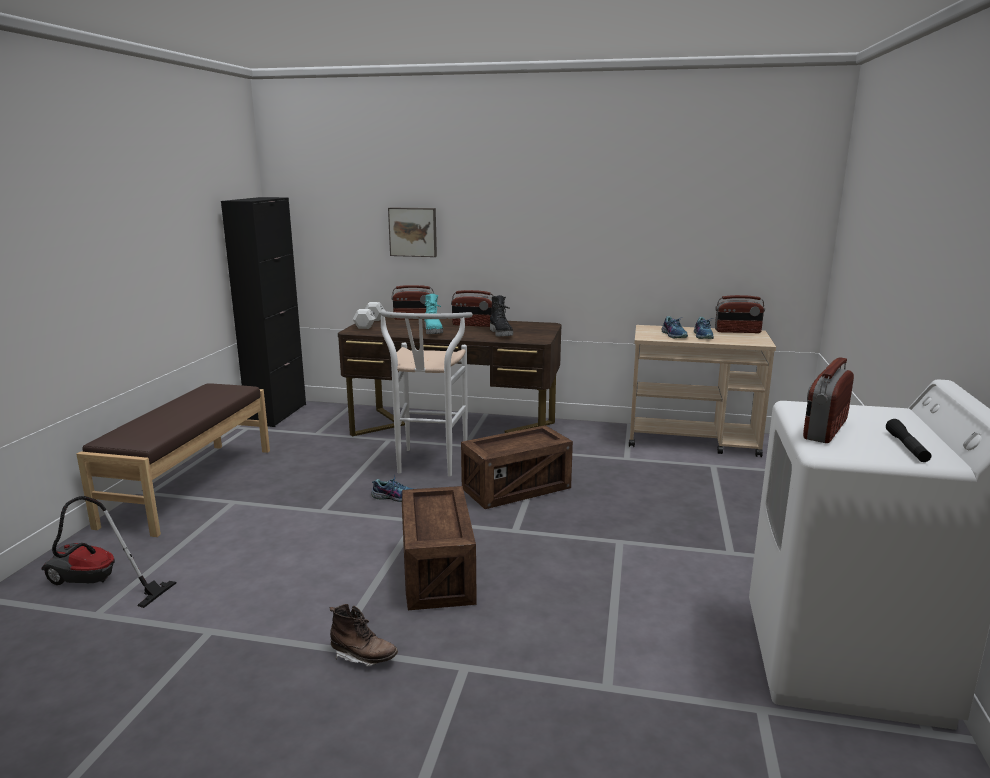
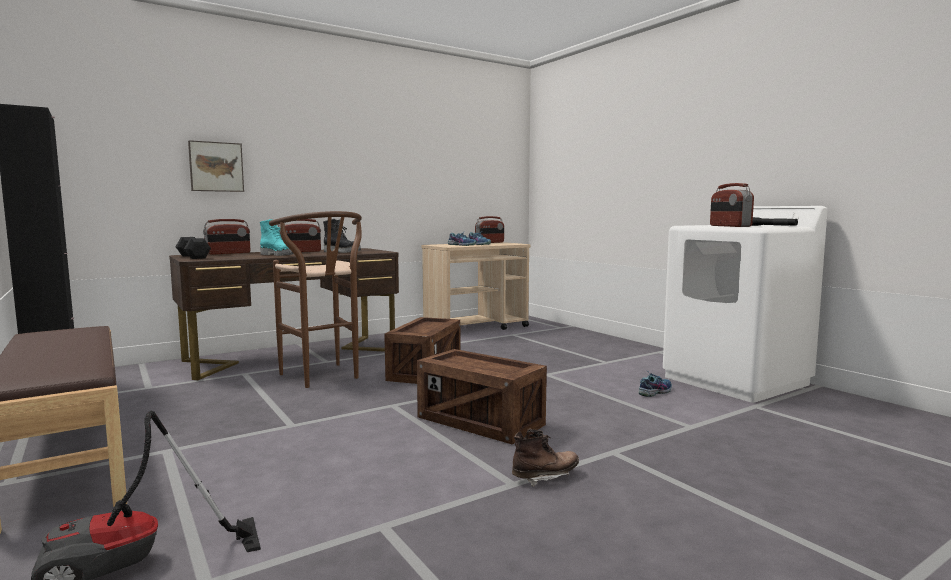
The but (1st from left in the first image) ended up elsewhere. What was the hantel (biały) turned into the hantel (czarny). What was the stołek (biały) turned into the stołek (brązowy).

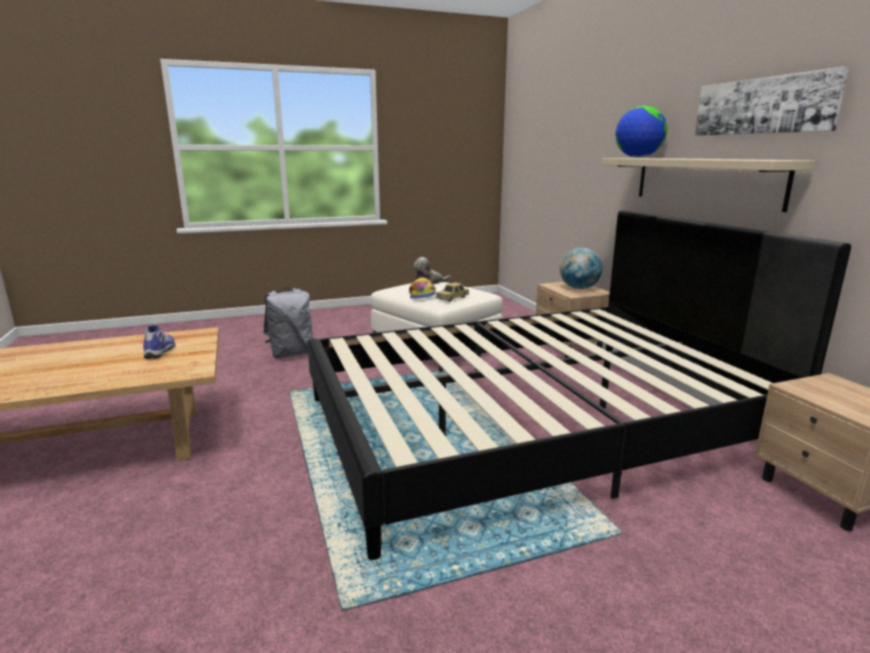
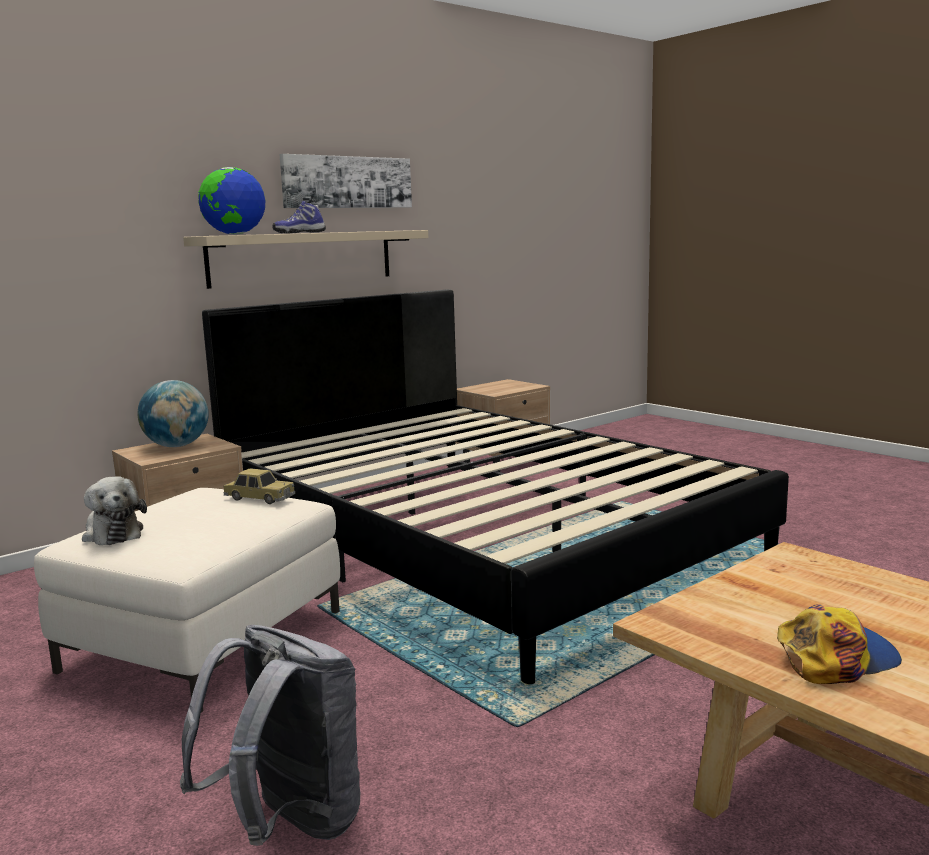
The but ended up elsewhere. The czapka z daszkiem ended up elsewhere.

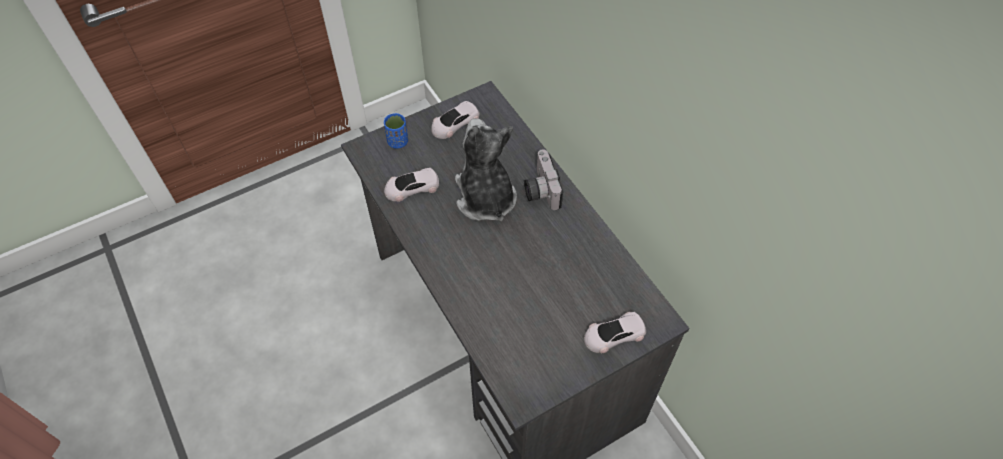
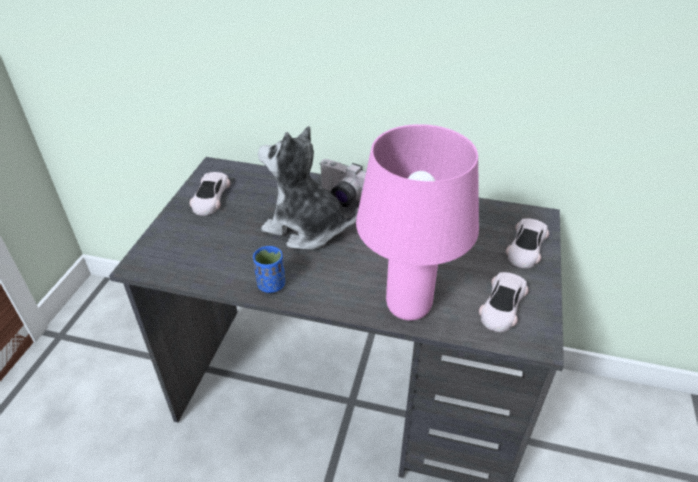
The second view gained the lampa stołowa (różowy). The filiżanka (niebieski) ended up elsewhere. The samochodzik (biały) (1st from left in the first image) ended up elsewhere.

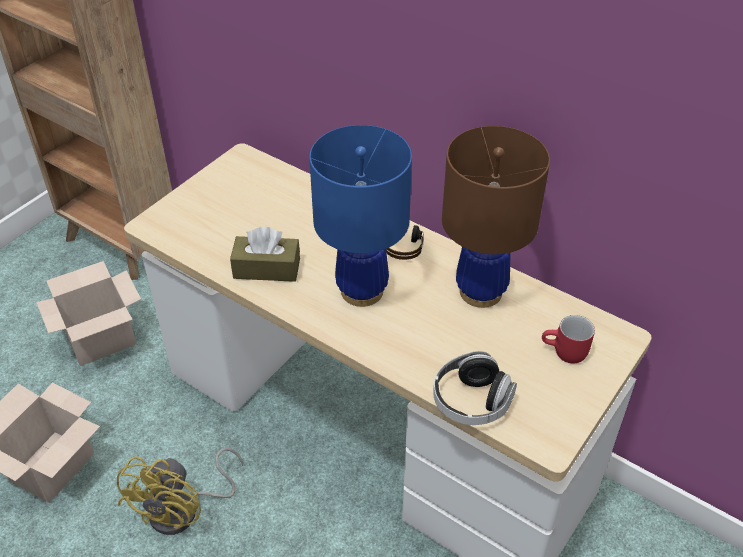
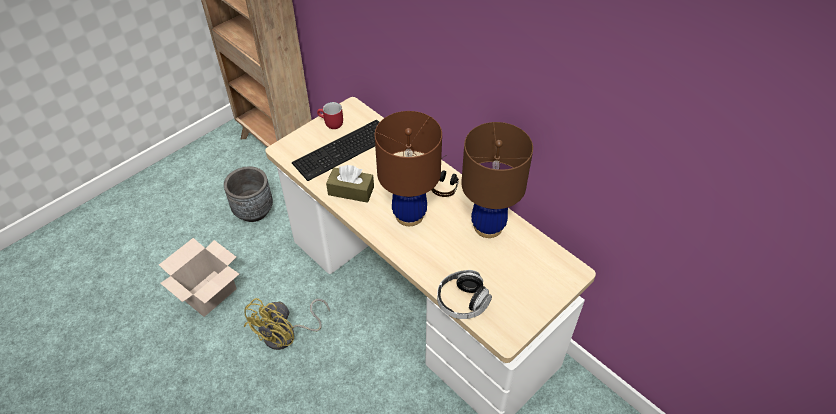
The second view gained the klawiatura. The kubek (czerwony) ended up elsewhere. Where the karton (2nd from left) stood, the donica (szary) came to stand. What was the lampa stołowa (niebieski) turned into the lampa stołowa (brązowy) (1st from left).

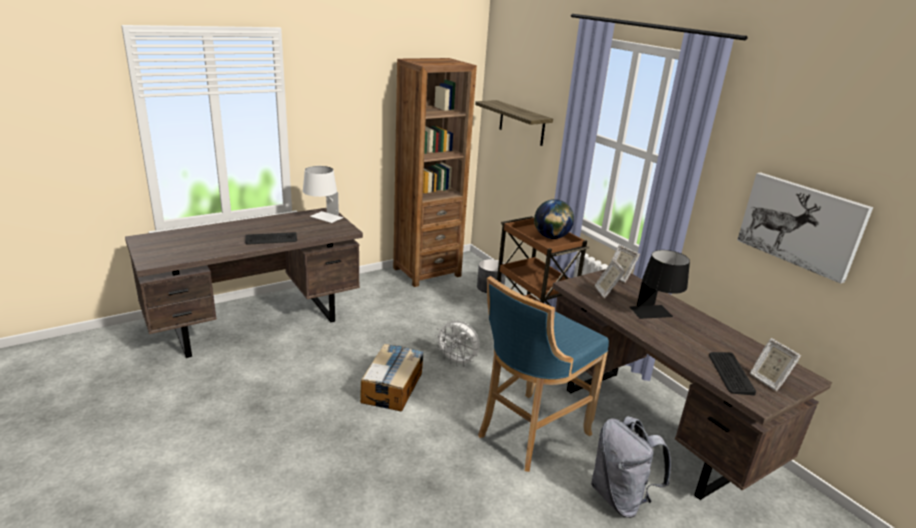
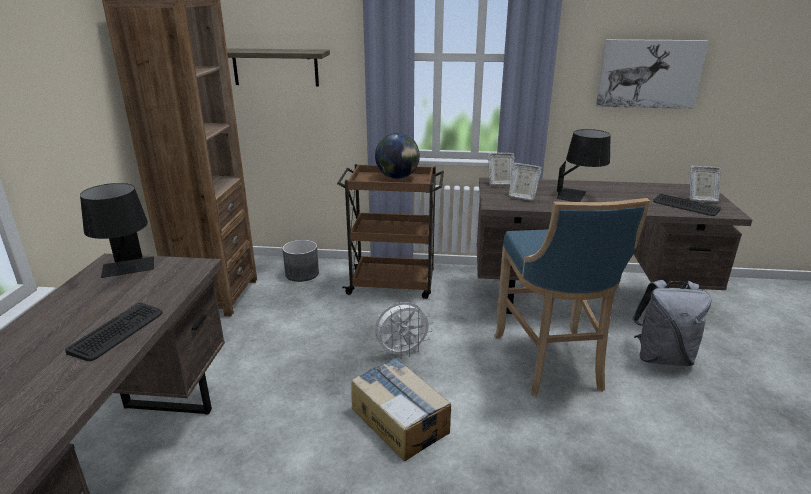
What was the lampa stołowa (biały) turned into the lampa stołowa (czarny) (1st from left).

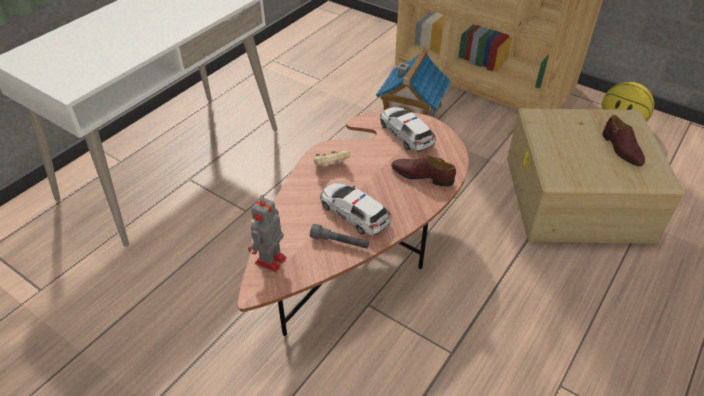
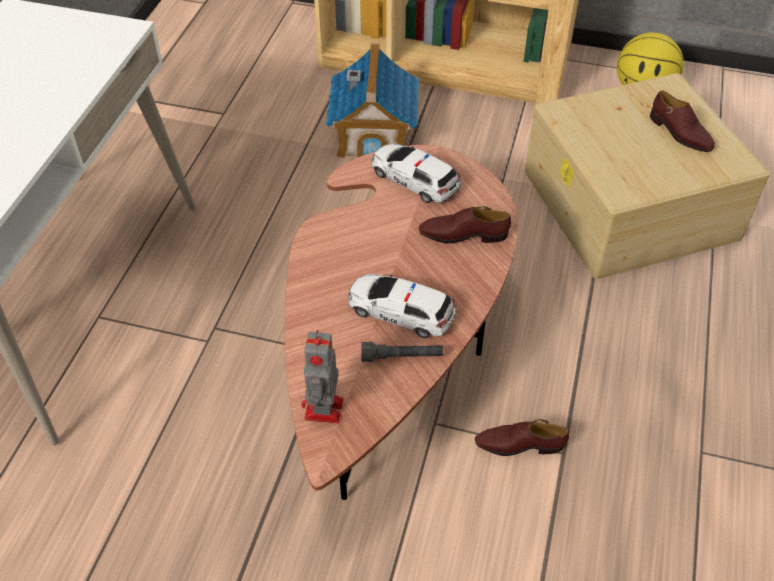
The second view lost the pad do gier (beżowy). The second view gained the but (brązowy) (2nd from left).

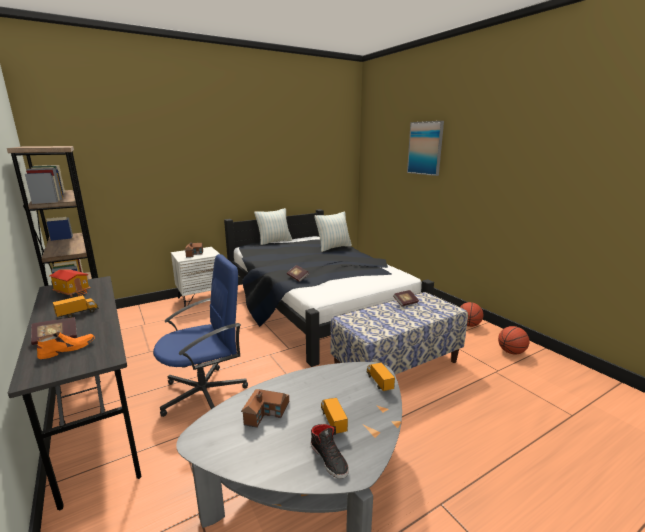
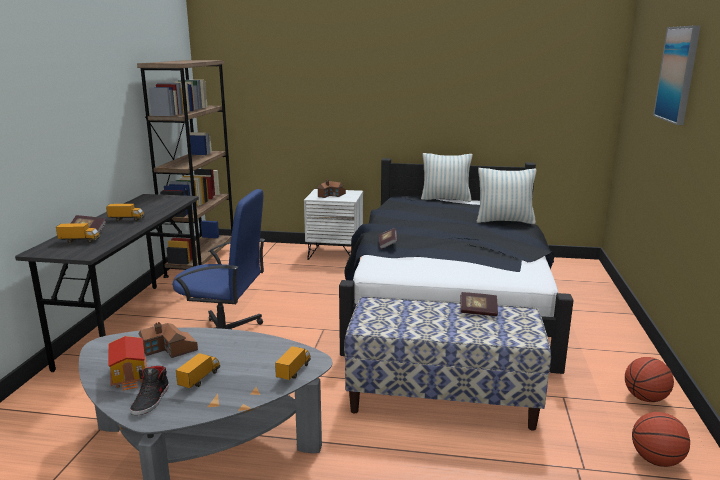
The domek (1st from left) ended up elsewhere. Where the but (pomarańczowy) stood, the ciężarówka zabawkowa (1st from left) came to stand.

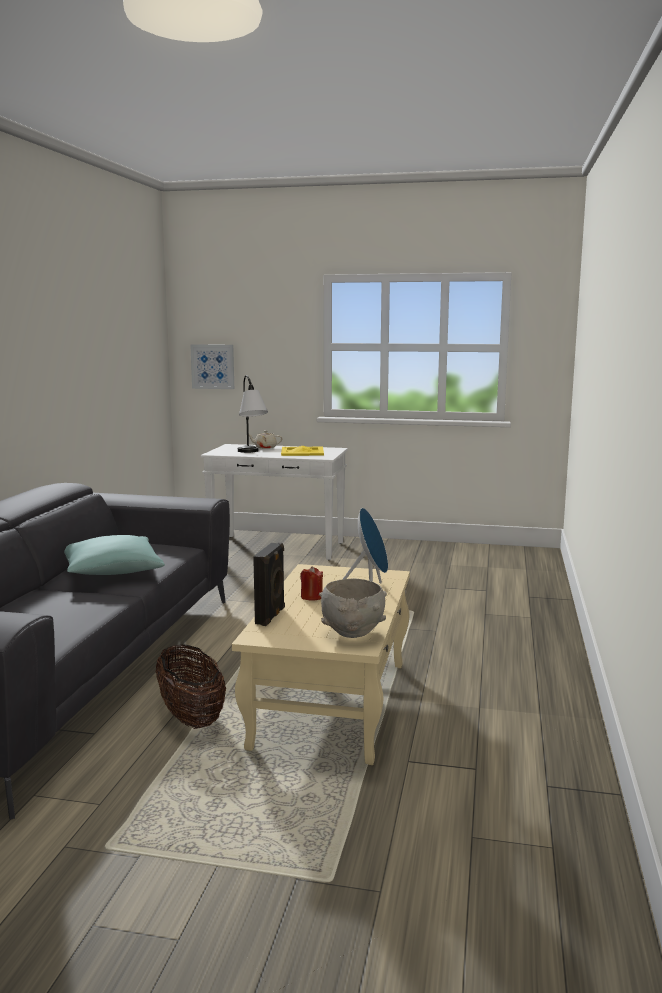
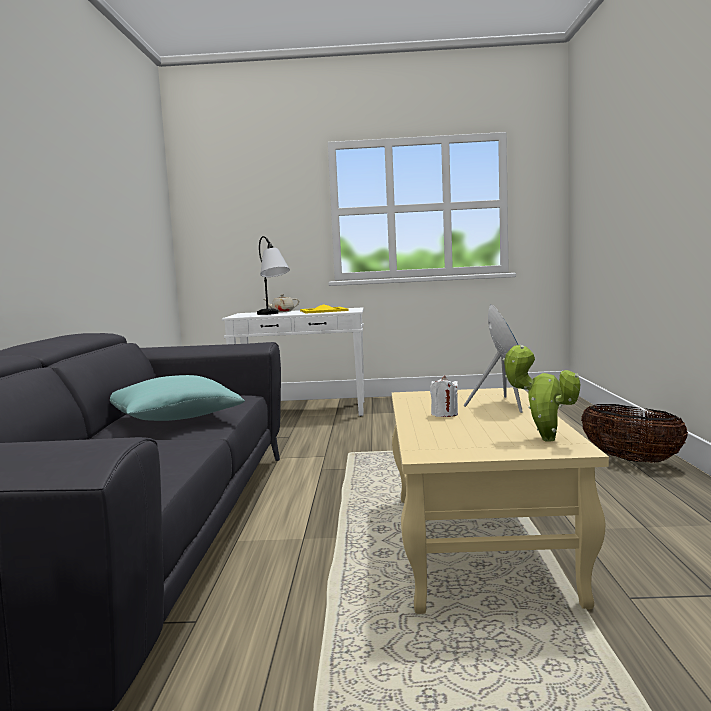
The second view lost the obraz. The second view lost the głośnik (czarny). The koszyk ended up elsewhere. Where the miska (szary) stood, the roślina doniczkowa came to stand. What was the świeca (czerwony) turned into the świeca (biały).

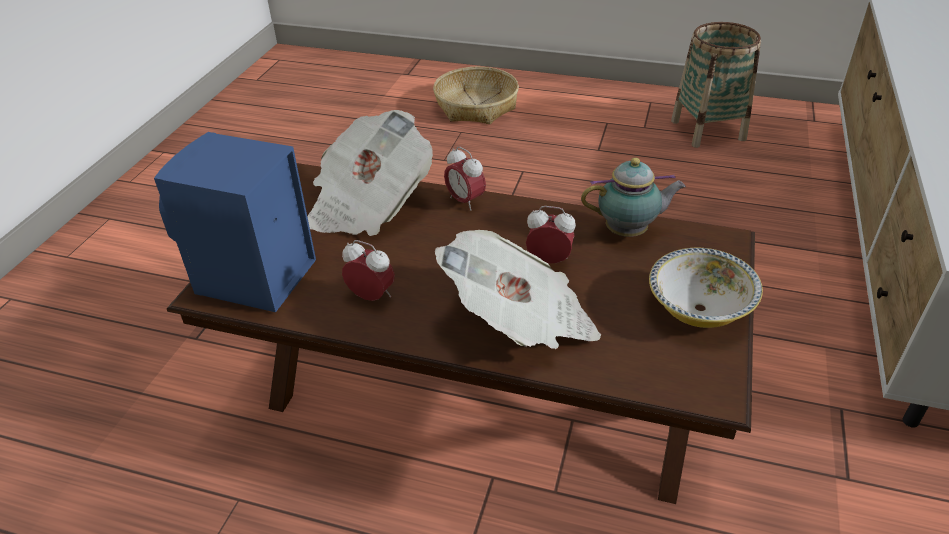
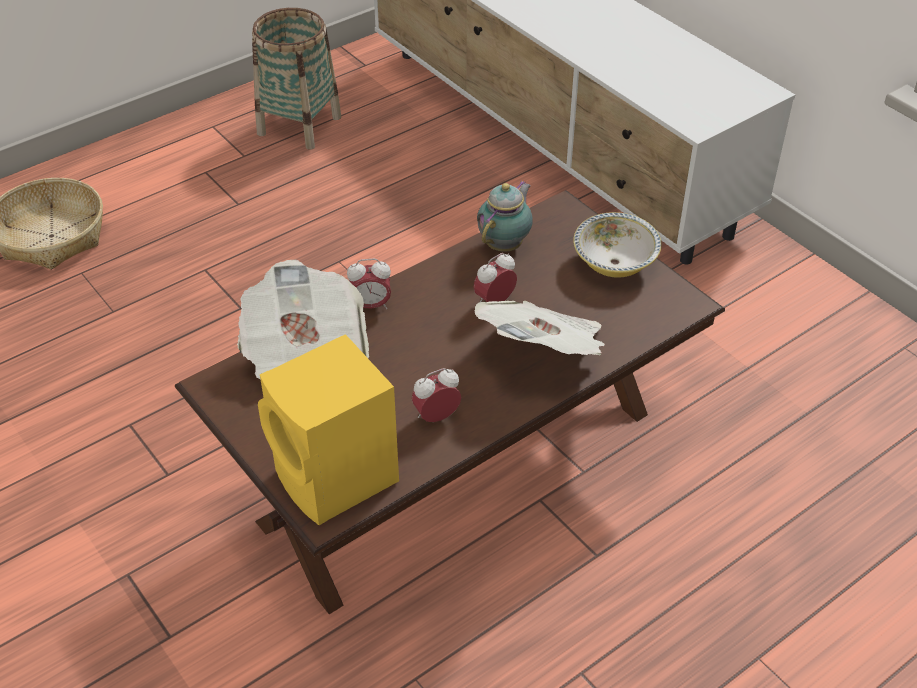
What was the głośnik (niebieski) turned into the głośnik (żółty).

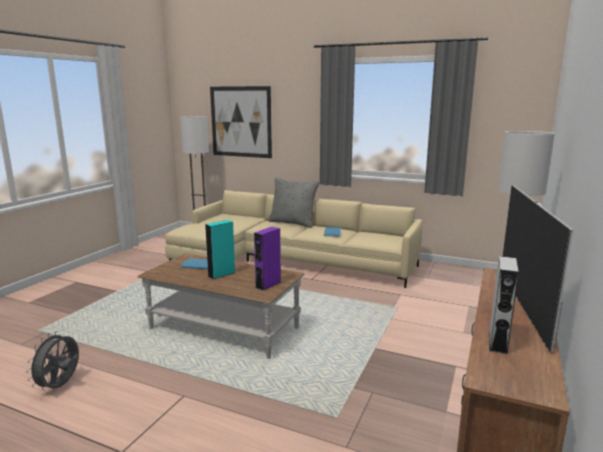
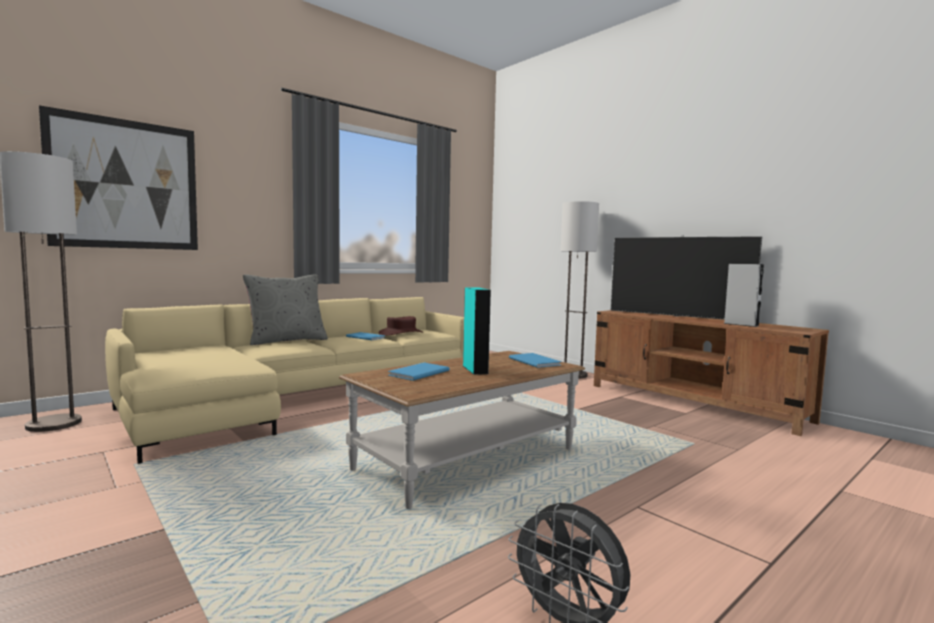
The second view gained the kapelusz (brązowy). Where the głośnik (fioletowy) stood, the książka (niebieski) (3rd from left) came to stand.

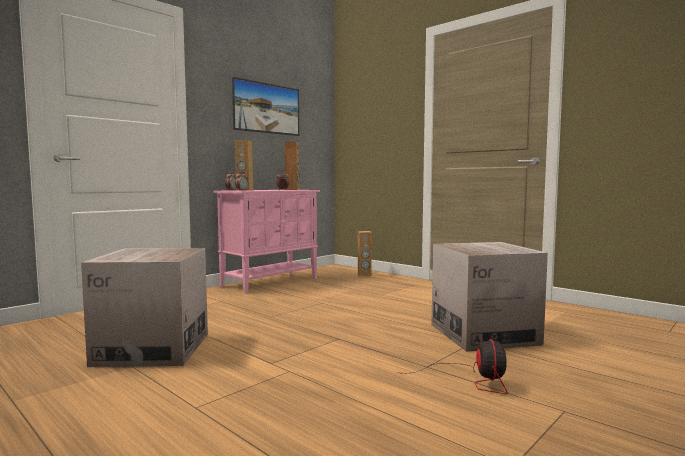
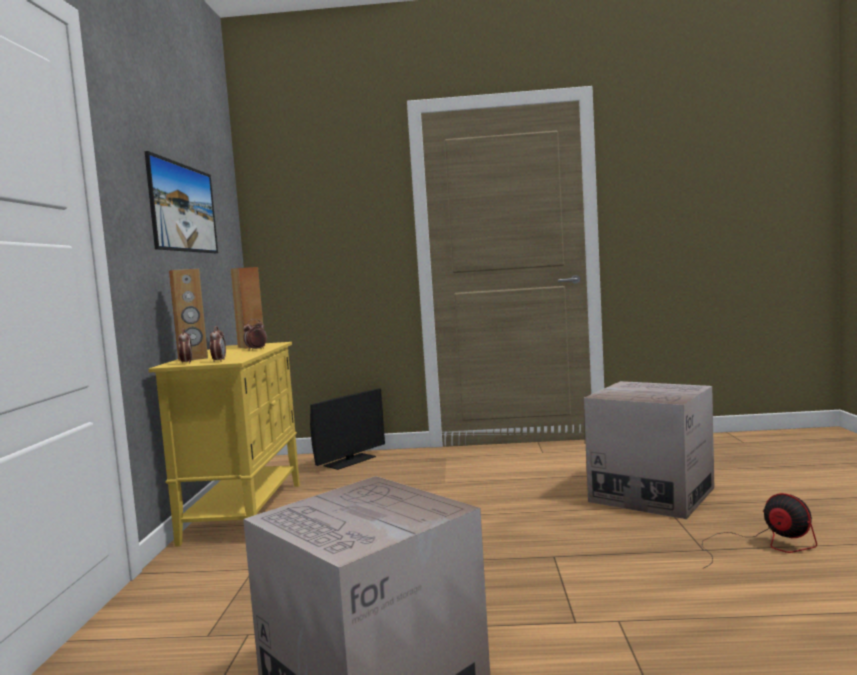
Where the głośnik (brązowy) (3rd from left) stood, the monitor came to stand. What was the szafka (różowy) turned into the szafka (żółty).

